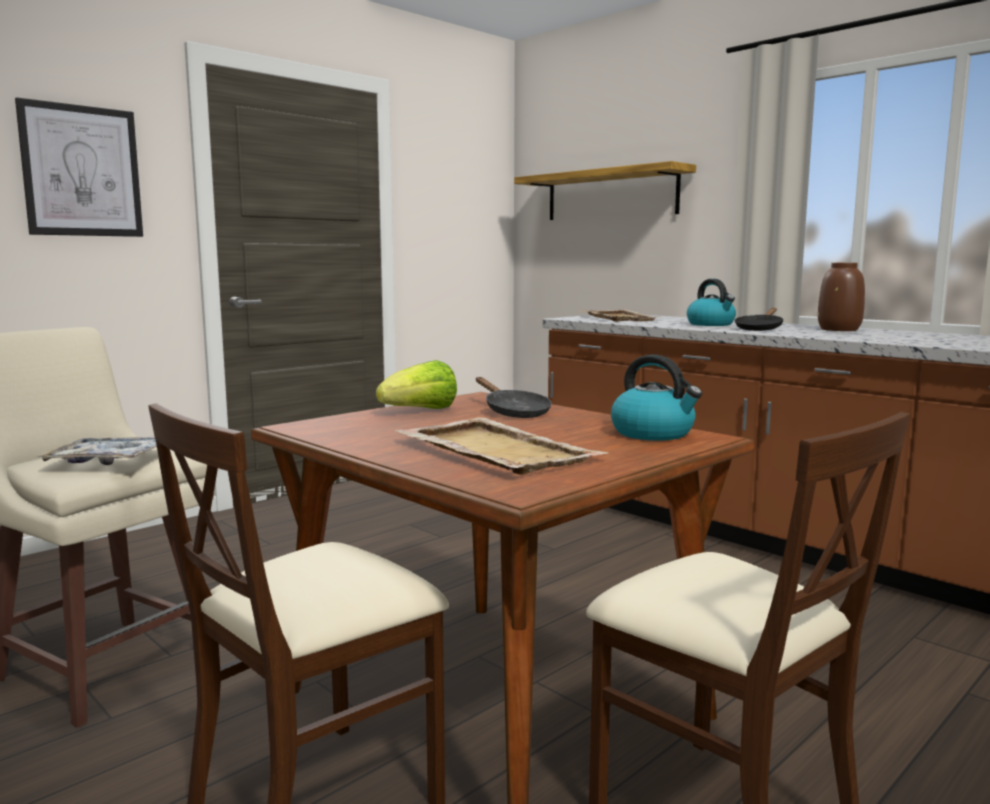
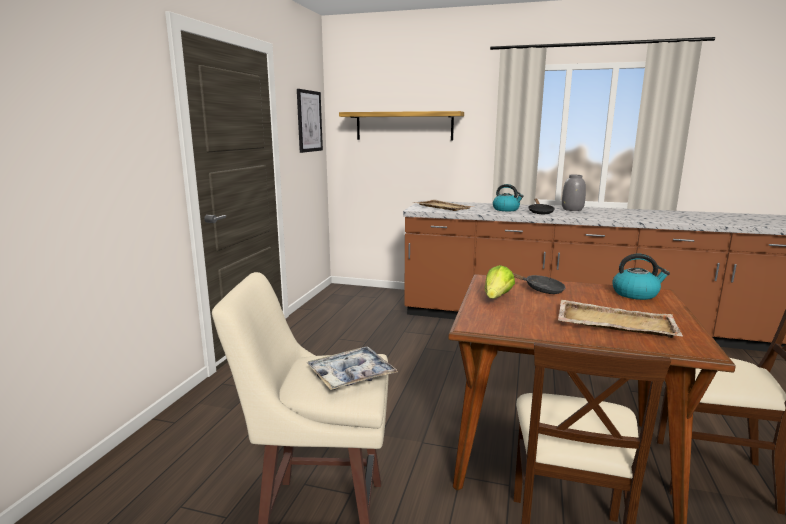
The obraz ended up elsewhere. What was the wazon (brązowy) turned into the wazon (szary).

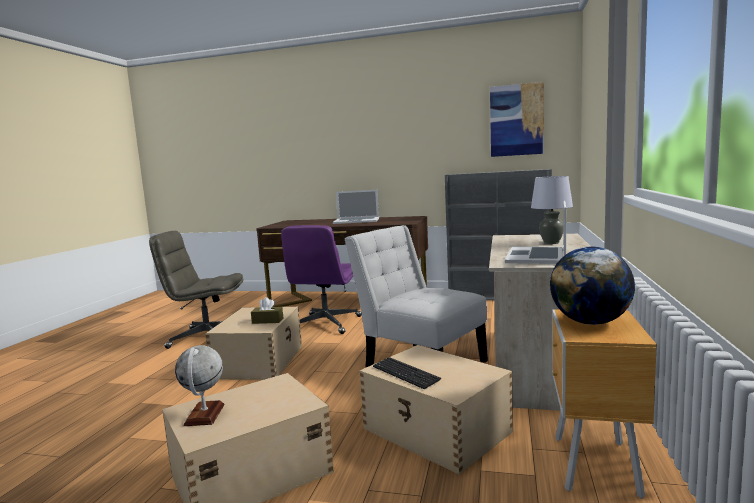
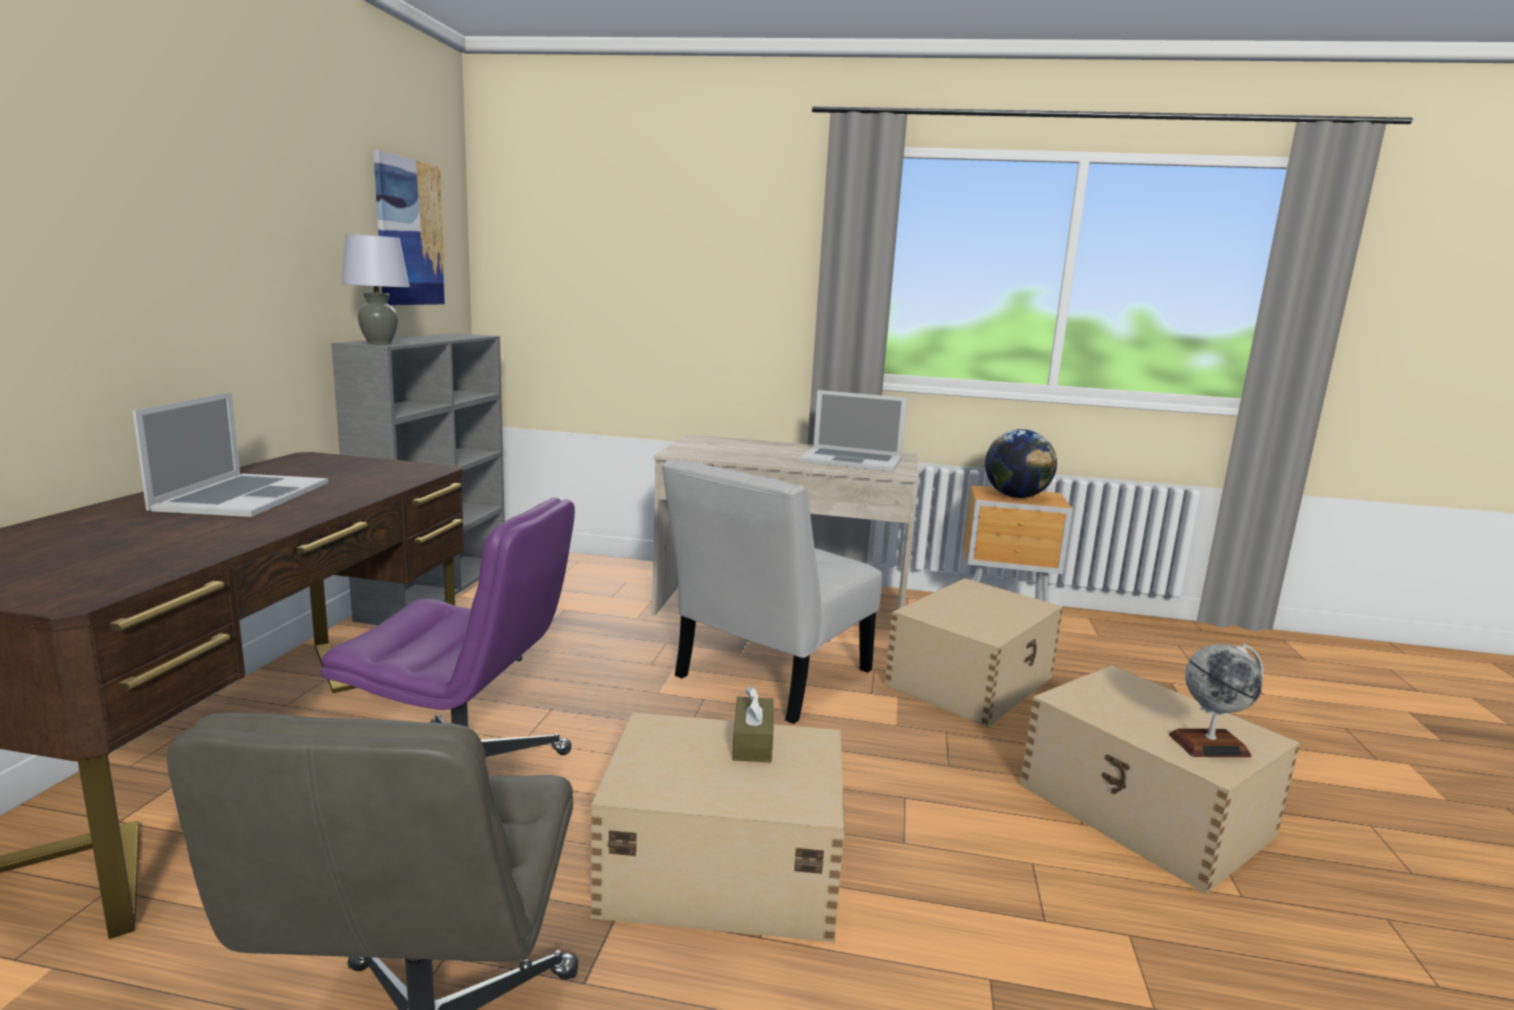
The second view lost the klawiatura. The lampa stołowa (szary) ended up elsewhere.

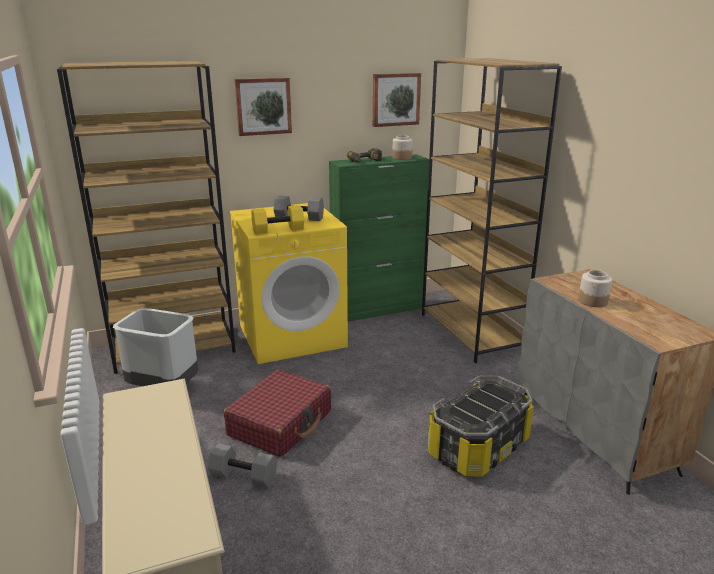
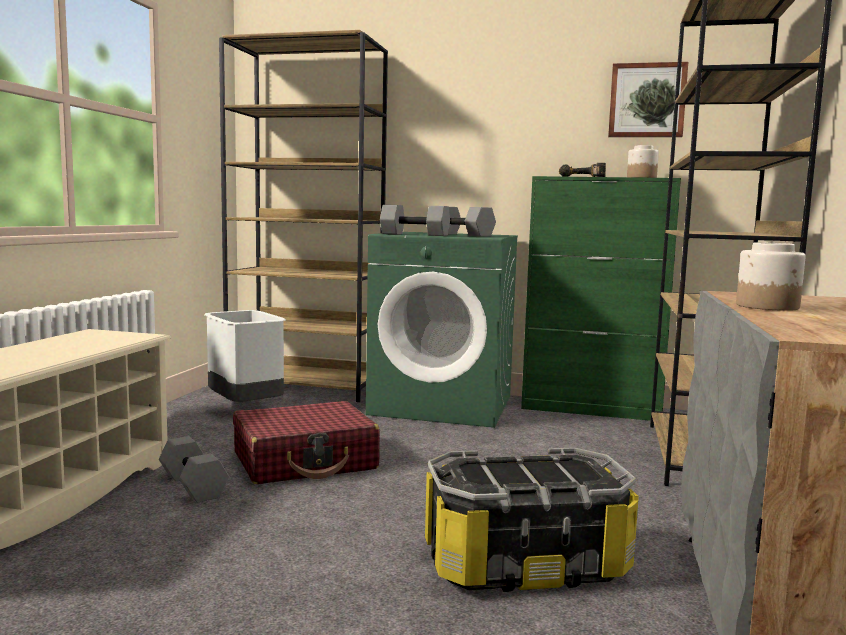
The second view lost the obraz (1st from left). What was the pralka (żółty) turned into the pralka (zielony). What was the hantel (żółty) turned into the hantel (szary) (2nd from left).

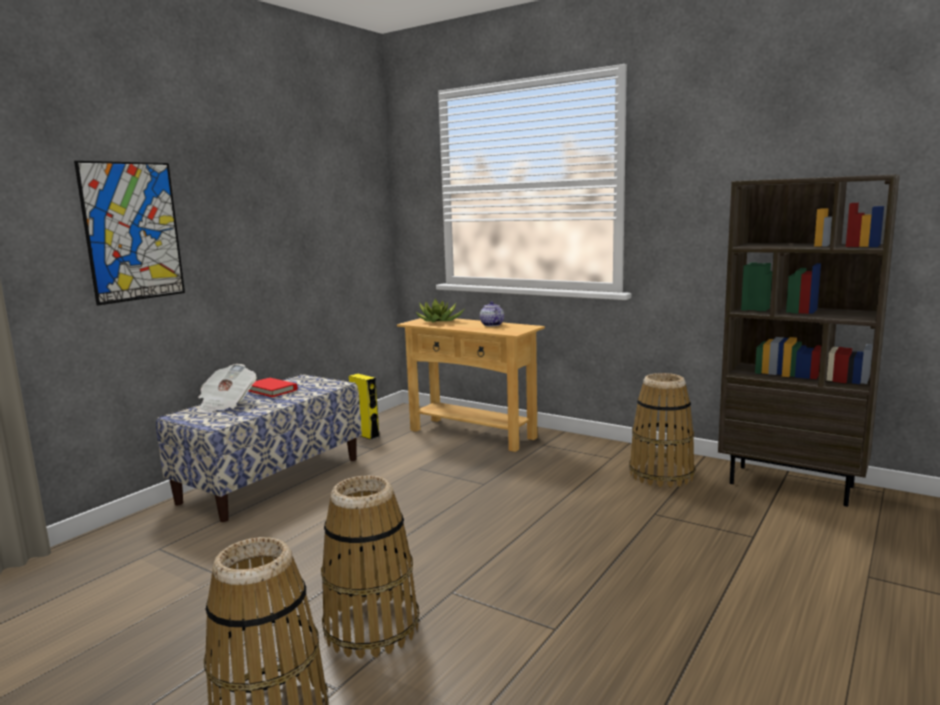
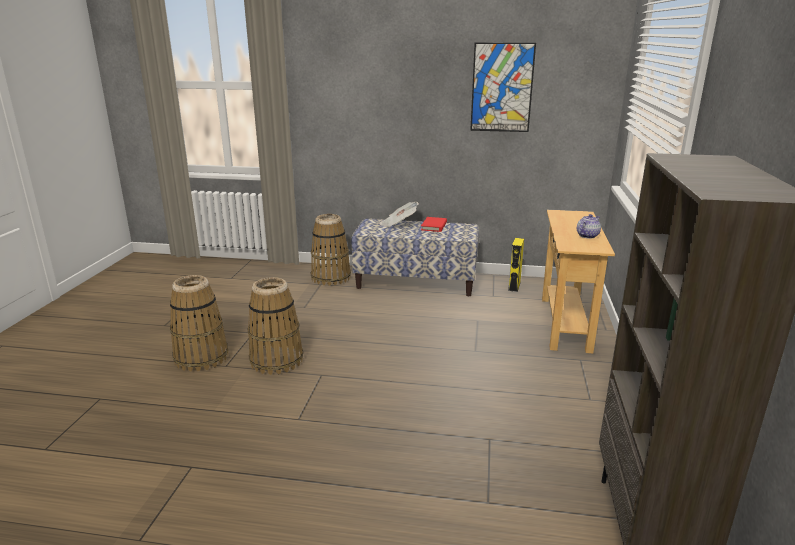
The second view lost the roślina doniczkowa. The obraz ended up elsewhere. The koszyk (3rd from left) ended up elsewhere.

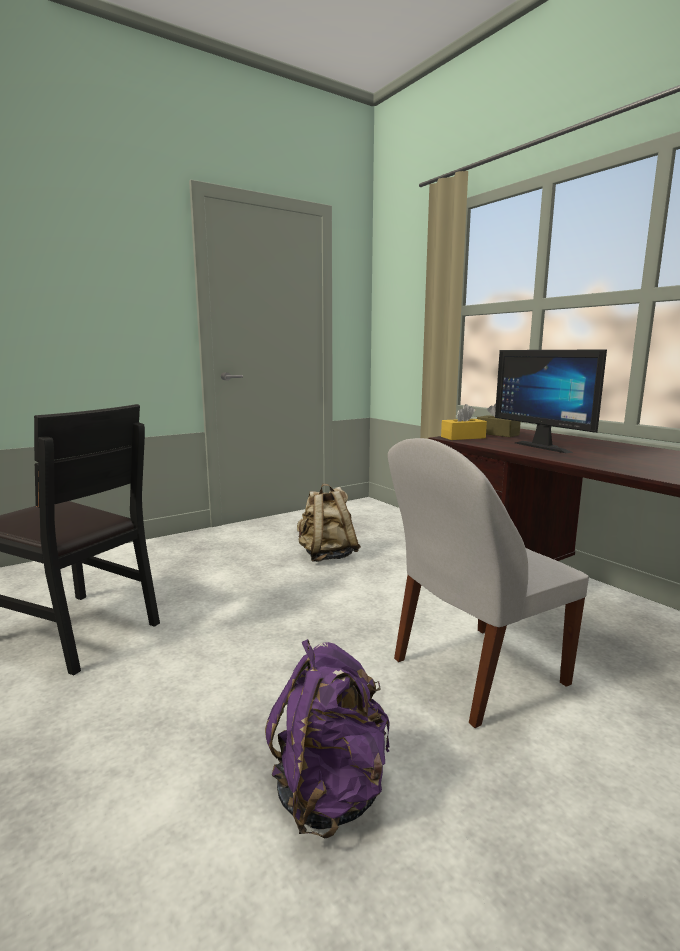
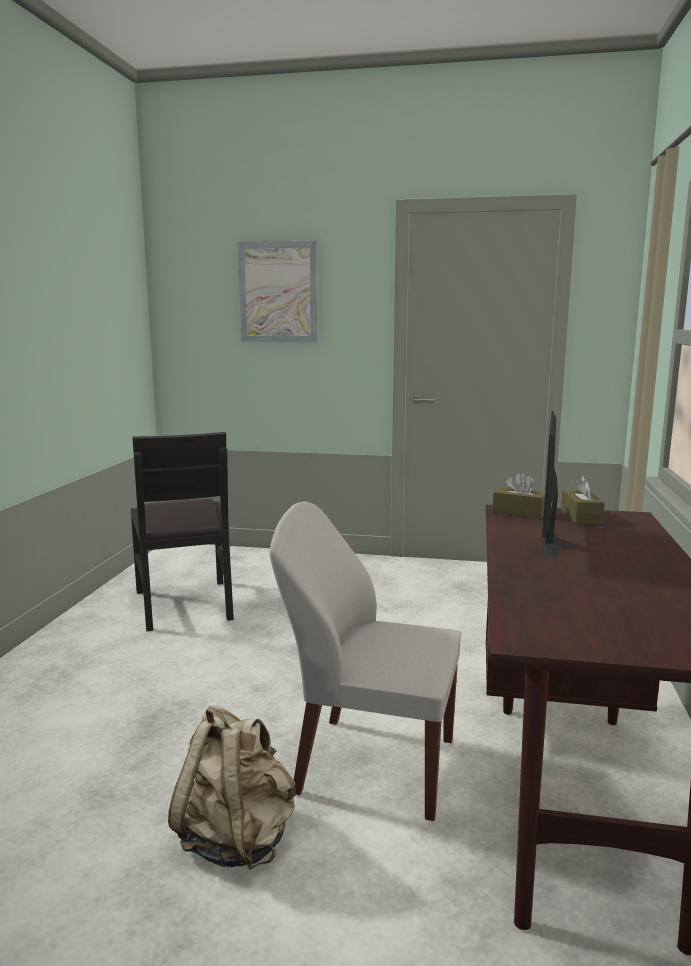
The second view lost the plecak (fioletowy). The second view gained the obraz. The plecak (beżowy) ended up elsewhere. What was the pudełko chusteczek (żółty) turned into the pudełko chusteczek (brązowy) (1st from left).

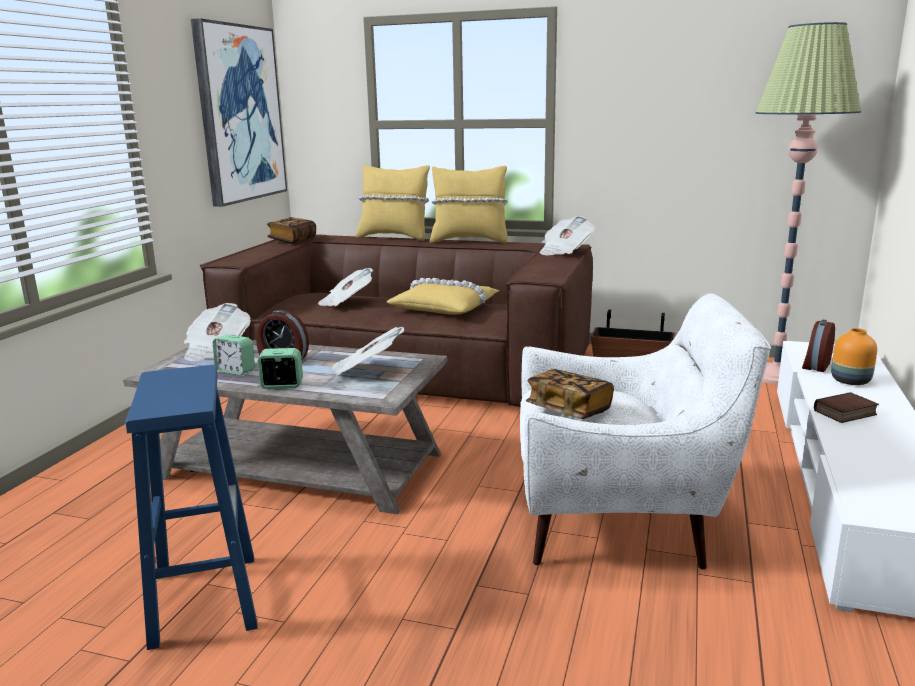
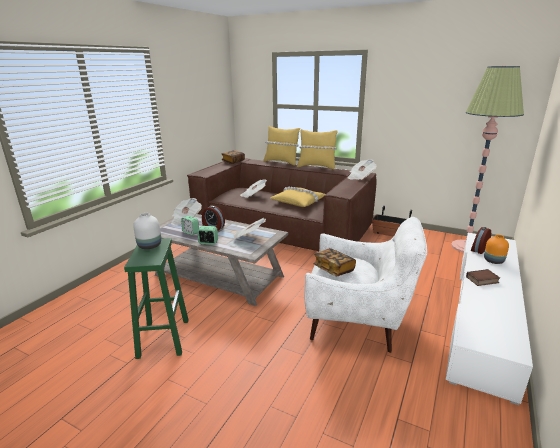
The second view lost the obraz. The second view gained the wazon (biały). What was the stołek (niebieski) turned into the stołek (zielony).

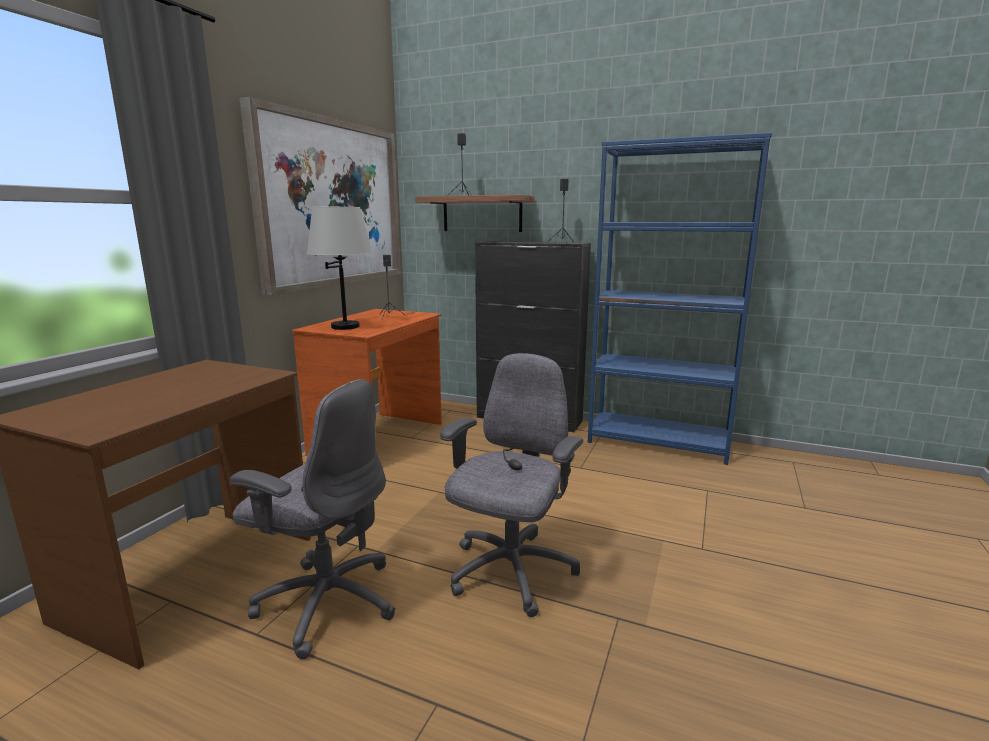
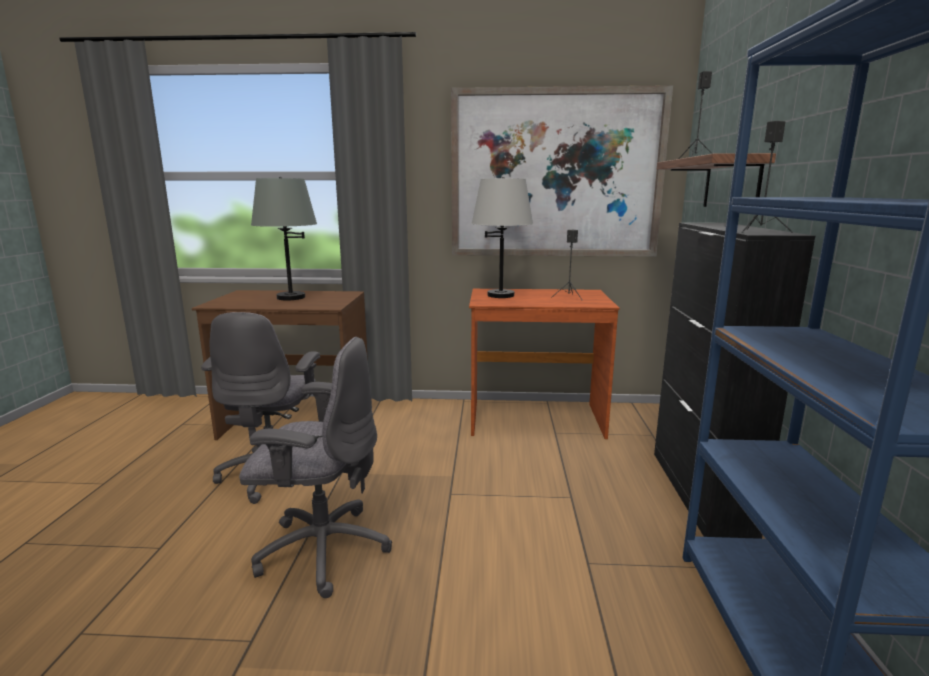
The second view gained the lampa stołowa (szary) (1st from left).

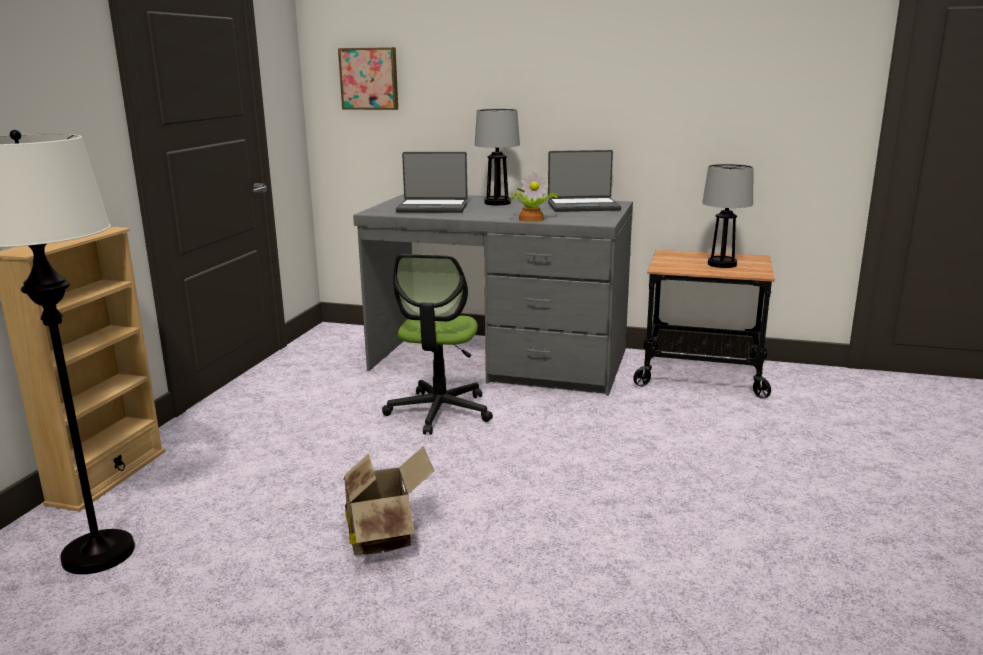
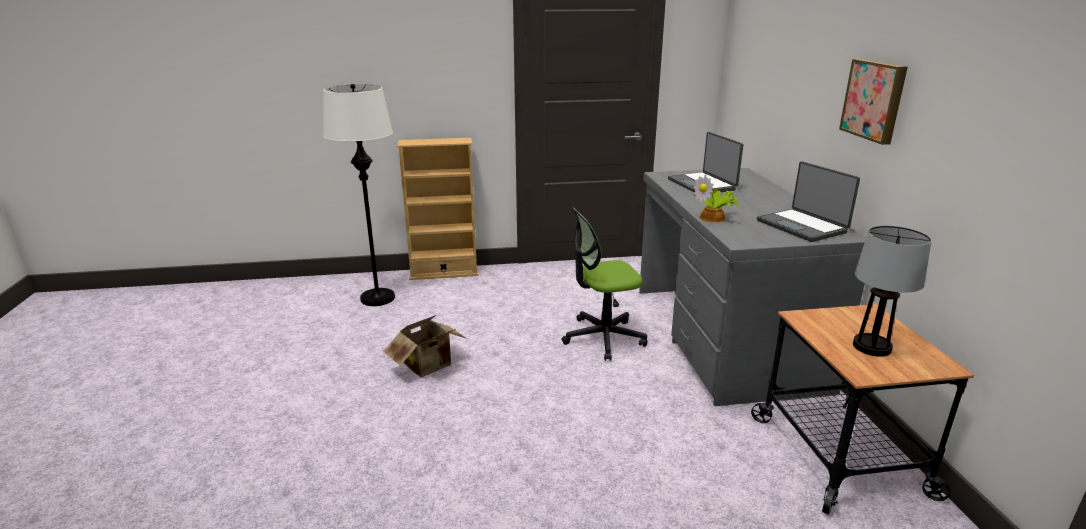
The second view lost the lampa stołowa (1st from left). The obraz ended up elsewhere.

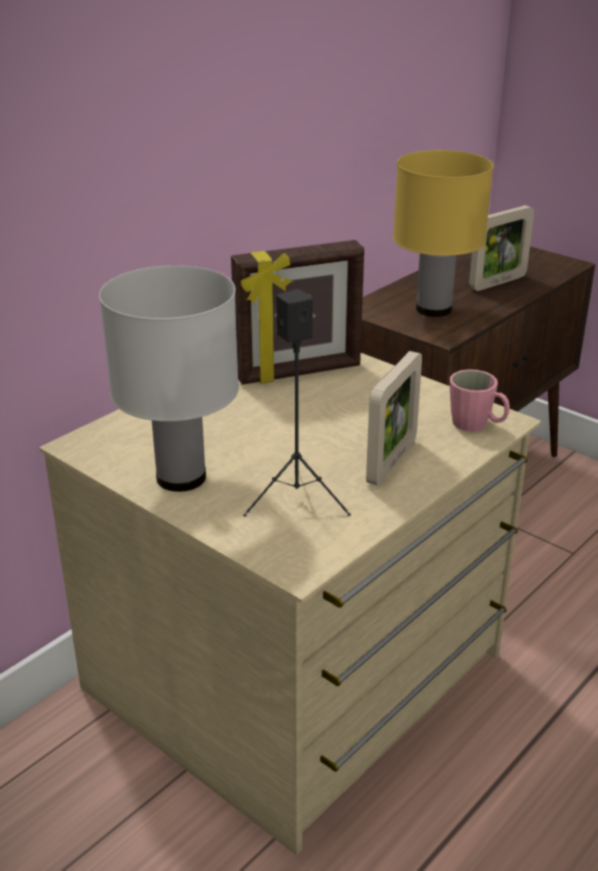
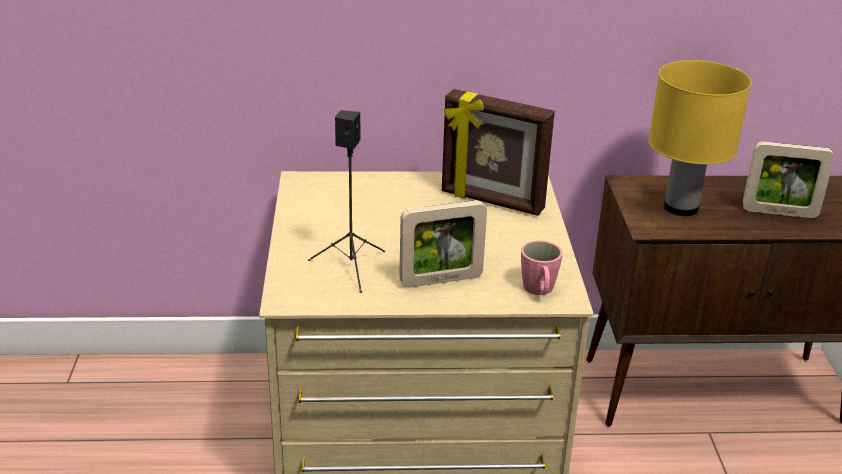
The second view lost the lampa stołowa (biały).

